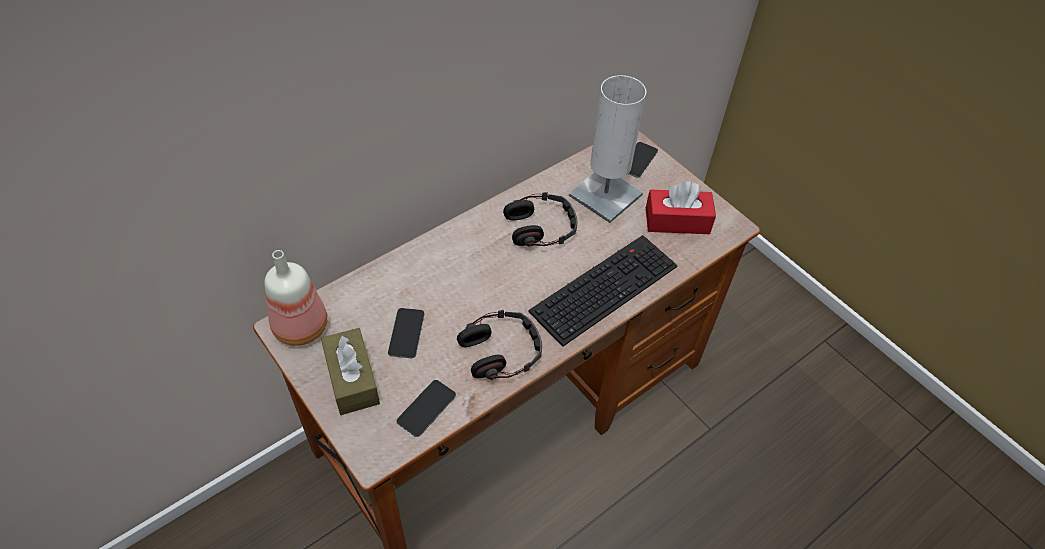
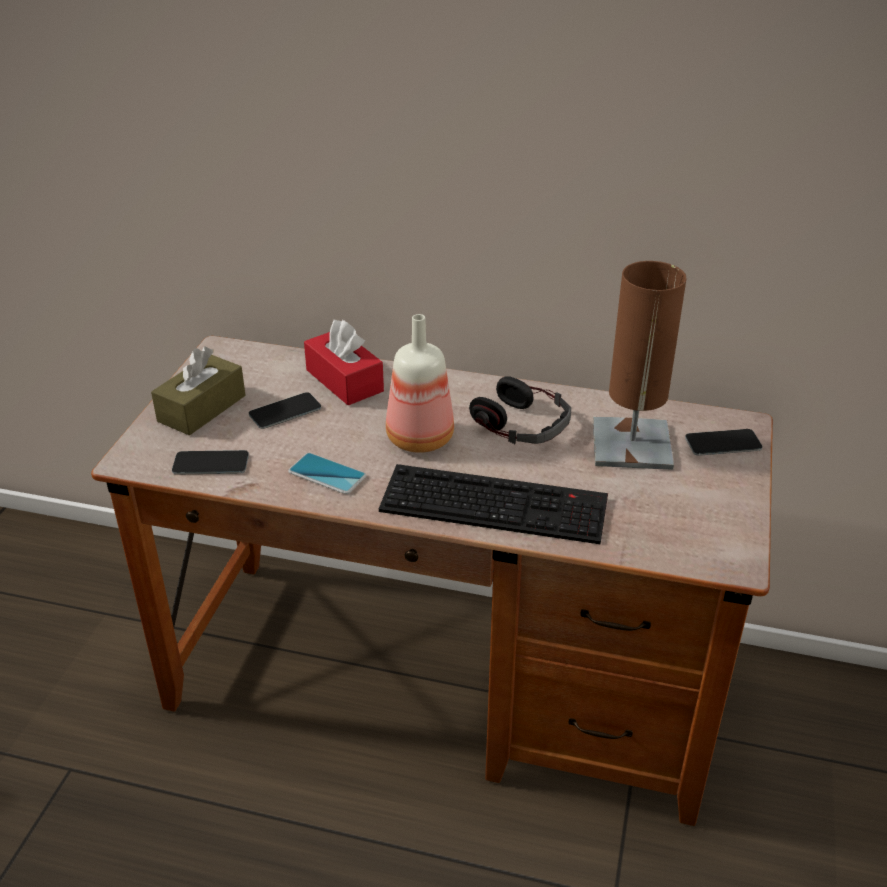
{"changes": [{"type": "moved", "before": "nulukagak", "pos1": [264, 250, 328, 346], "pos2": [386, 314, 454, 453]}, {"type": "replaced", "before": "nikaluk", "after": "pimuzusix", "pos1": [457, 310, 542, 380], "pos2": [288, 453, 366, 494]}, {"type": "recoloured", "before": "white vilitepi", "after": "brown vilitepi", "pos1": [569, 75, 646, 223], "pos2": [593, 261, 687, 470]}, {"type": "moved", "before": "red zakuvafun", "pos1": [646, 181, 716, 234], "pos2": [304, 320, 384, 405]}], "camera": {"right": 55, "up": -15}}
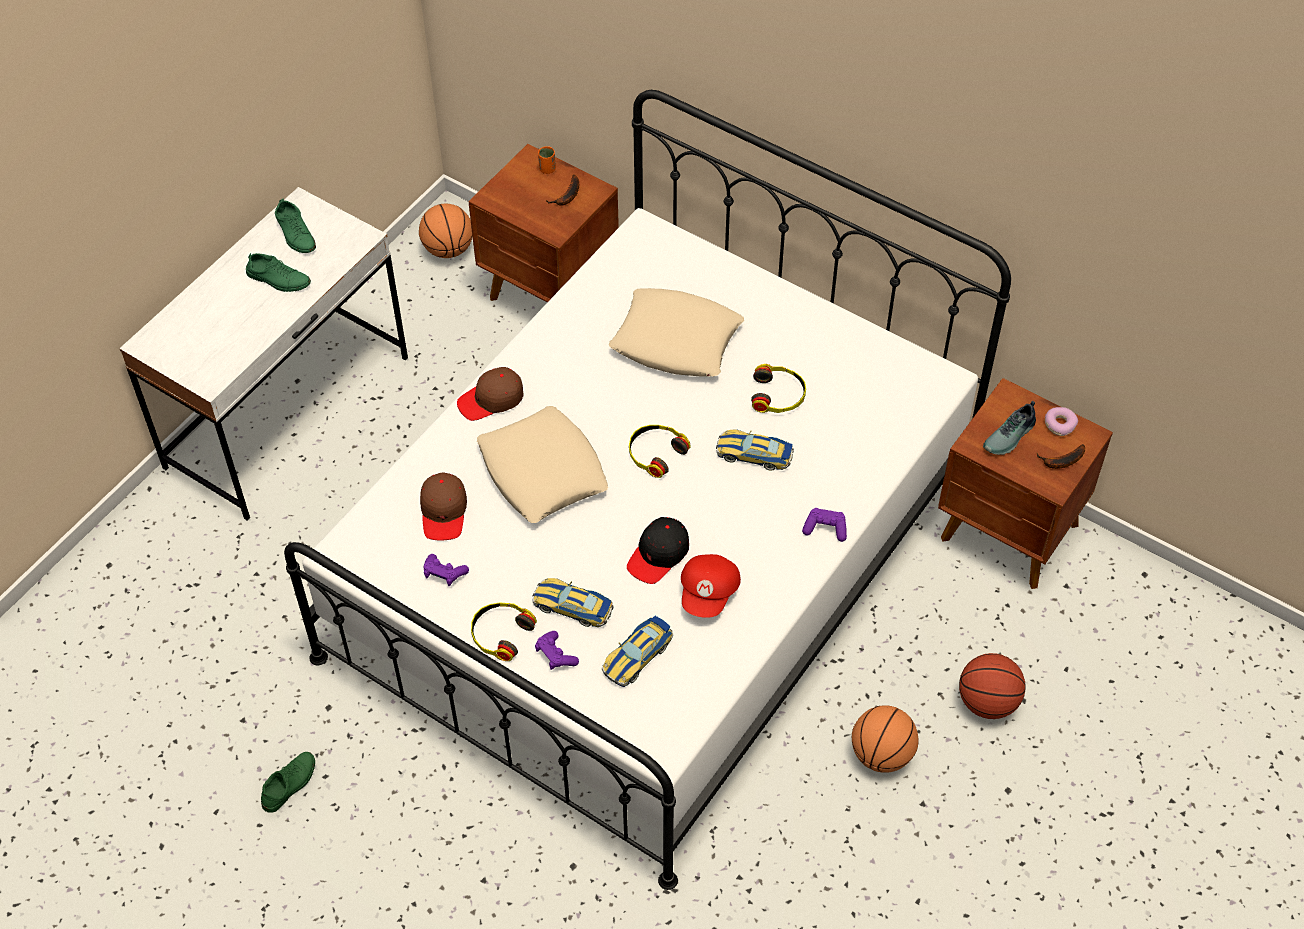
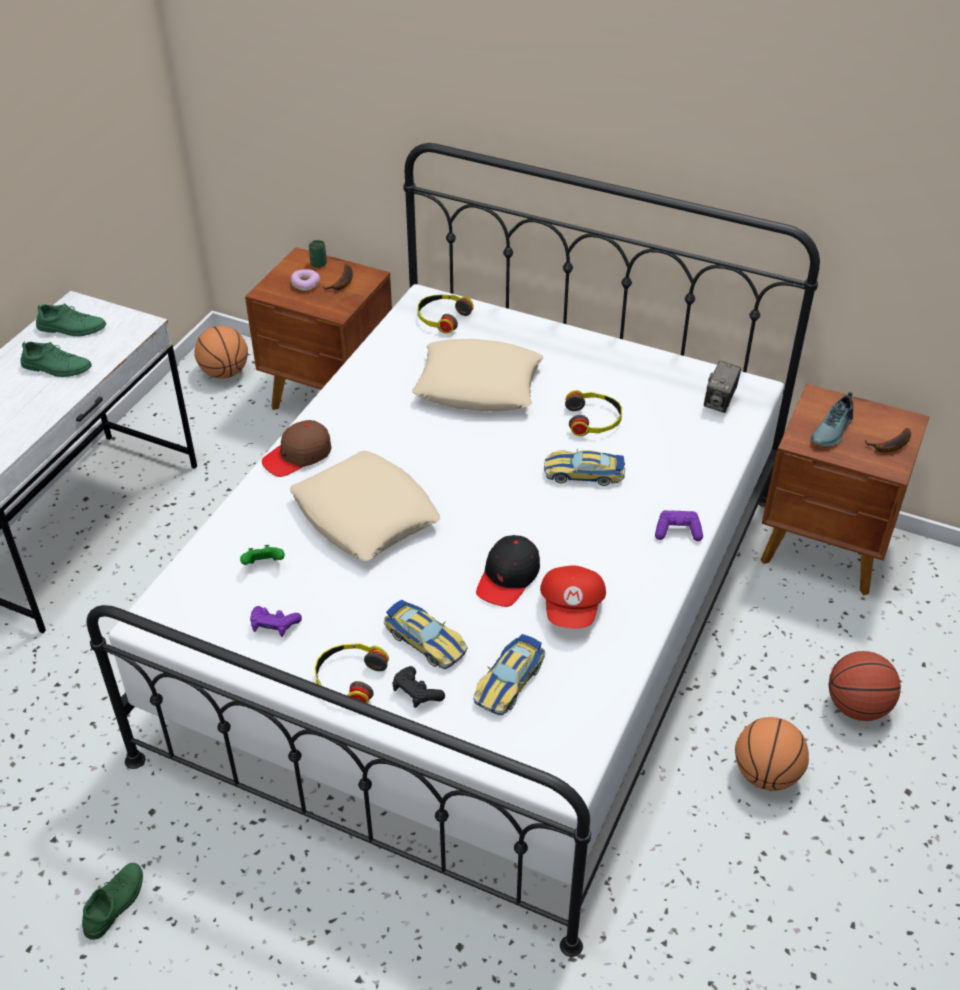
{"changes": [{"type": "turned", "before": "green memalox", "pos1": [275, 198, 316, 253], "pos2": [36, 304, 106, 337], "turn": -45}, {"type": "replaced", "before": "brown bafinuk", "after": "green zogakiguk", "pos1": [420, 472, 467, 540], "pos2": [240, 545, 285, 565]}, {"type": "turned", "before": "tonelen", "pos1": [533, 578, 614, 627], "pos2": [384, 599, 467, 669], "turn": -150}, {"type": "recoloured", "before": "purple zogakiguk", "after": "black zogakiguk", "pos1": [535, 631, 579, 670], "pos2": [392, 666, 445, 708]}, {"type": "recoloured", "before": "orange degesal", "after": "green degesal", "pos1": [538, 146, 556, 174], "pos2": [309, 240, 327, 268]}, {"type": "moved", "before": "nikaluk", "pos1": [629, 425, 691, 478], "pos2": [418, 295, 474, 334]}, {"type": "moved", "before": "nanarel", "pos1": [1045, 407, 1078, 436], "pos2": [291, 269, 320, 291]}, {"type": "added", "after": "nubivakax", "pos2": [704, 360, 741, 413]}], "camera": {"right": -10, "up": -10}}
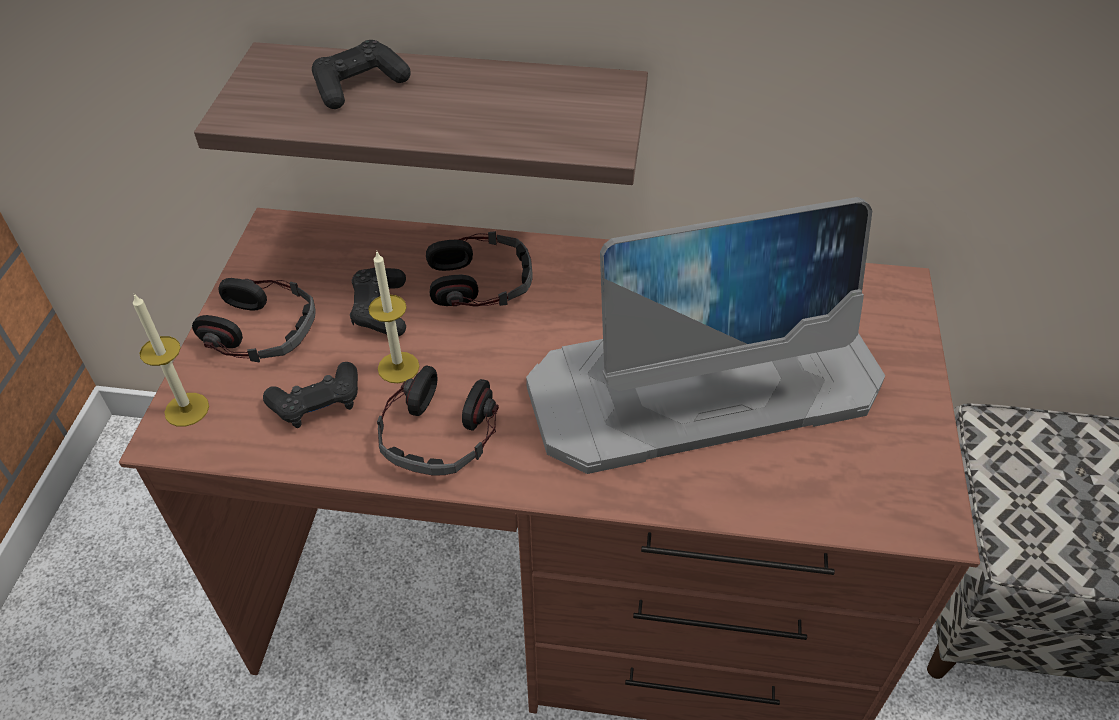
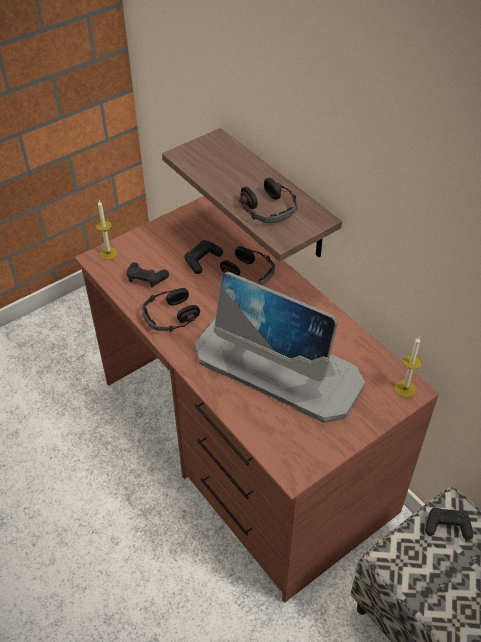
{"changes": [{"type": "moved", "before": "nikaluk", "pos1": [192, 278, 316, 363], "pos2": [239, 178, 297, 223]}, {"type": "moved", "before": "black zogakiguk", "pos1": [312, 40, 411, 109], "pos2": [425, 507, 473, 540]}, {"type": "moved", "before": "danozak", "pos1": [368, 252, 420, 383], "pos2": [395, 337, 422, 398]}], "camera": {"right": 45, "up": 0}}
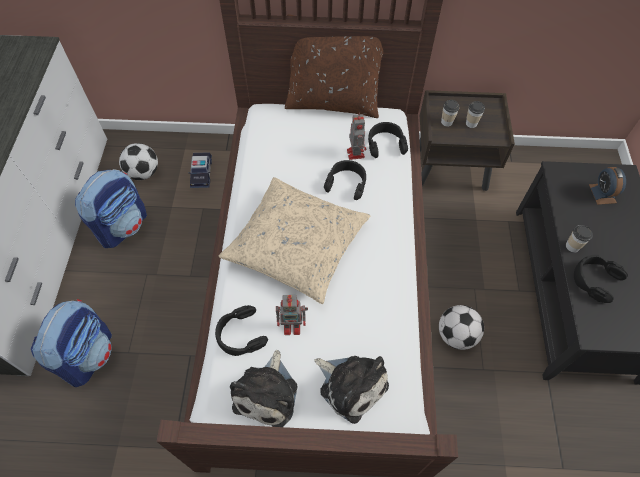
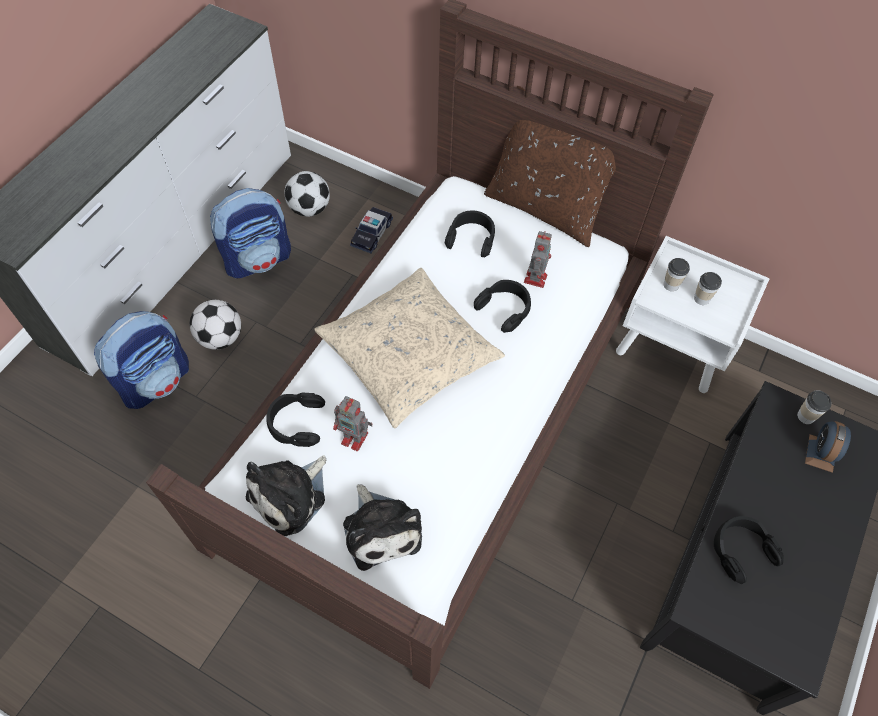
{"changes": [{"type": "moved", "before": "black nikaluk", "pos1": [368, 122, 408, 158], "pos2": [445, 210, 495, 258]}, {"type": "recoloured", "before": "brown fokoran", "after": "white fokoran", "pos1": [419, 90, 515, 191], "pos2": [616, 236, 770, 393]}, {"type": "moved", "before": "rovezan", "pos1": [439, 305, 484, 350], "pos2": [190, 300, 241, 350]}, {"type": "moved", "before": "degesal", "pos1": [566, 225, 593, 253], "pos2": [797, 390, 831, 424]}], "camera": {"right": 25, "up": 0}}
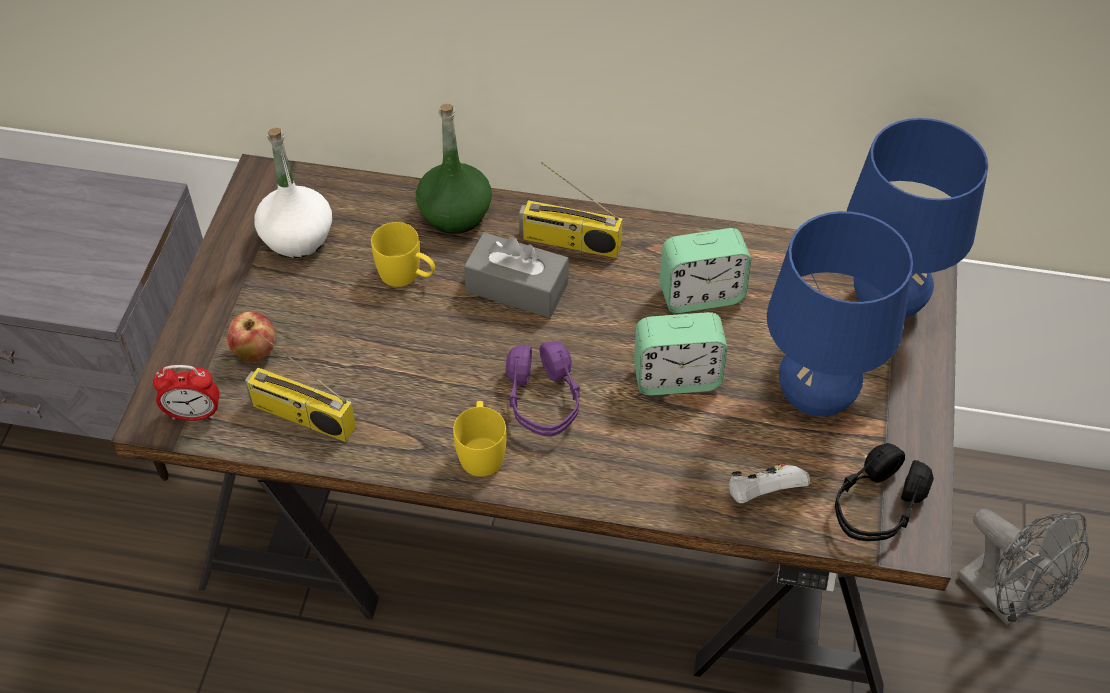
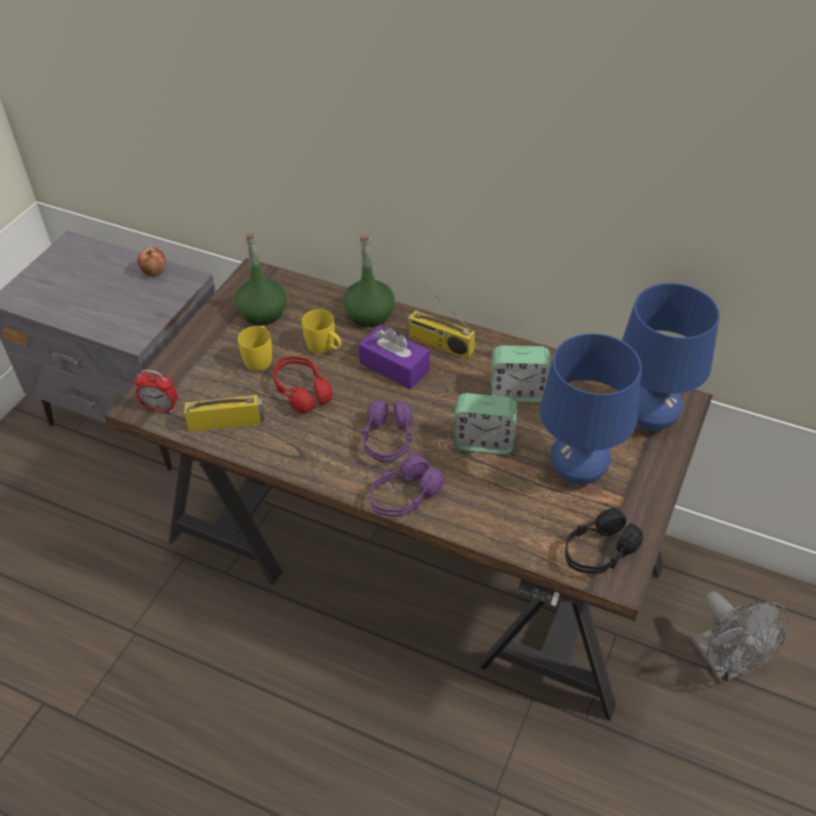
{"changes": [{"type": "moved", "before": "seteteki", "pos1": [227, 311, 275, 362], "pos2": [137, 247, 165, 276]}, {"type": "turned", "before": "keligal", "pos1": [245, 334, 356, 442], "pos2": [184, 373, 265, 432], "turn": 135}, {"type": "recoloured", "before": "white nulukagak", "after": "green nulukagak", "pos1": [254, 127, 332, 258], "pos2": [235, 233, 286, 325]}, {"type": "moved", "before": "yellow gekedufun", "pos1": [453, 401, 507, 477], "pos2": [238, 326, 272, 371]}, {"type": "recoloured", "before": "grey zakuvafun", "after": "purple zakuvafun", "pos1": [464, 232, 569, 318], "pos2": [359, 326, 430, 389]}, {"type": "removed", "before": "white zogakiguk", "pos1": [728, 464, 810, 504]}, {"type": "added", "after": "red nikaluk", "pos2": [273, 356, 333, 414]}, {"type": "added", "after": "purple nikaluk", "pos2": [370, 454, 444, 517]}], "camera": {"right": 15, "up": -5}}
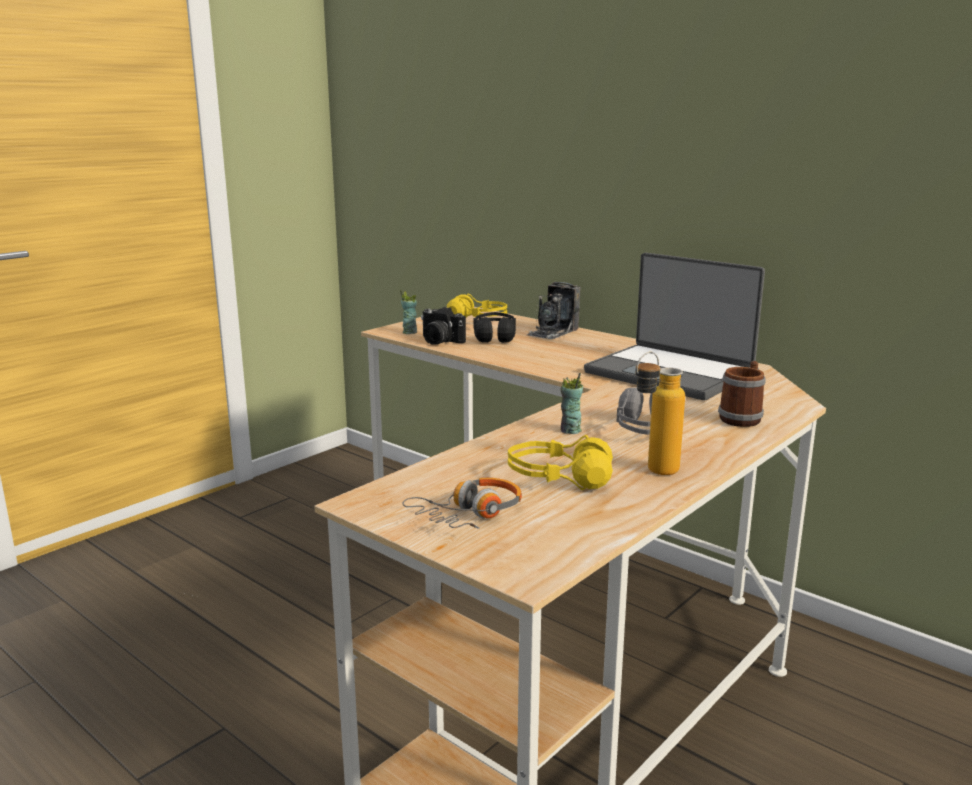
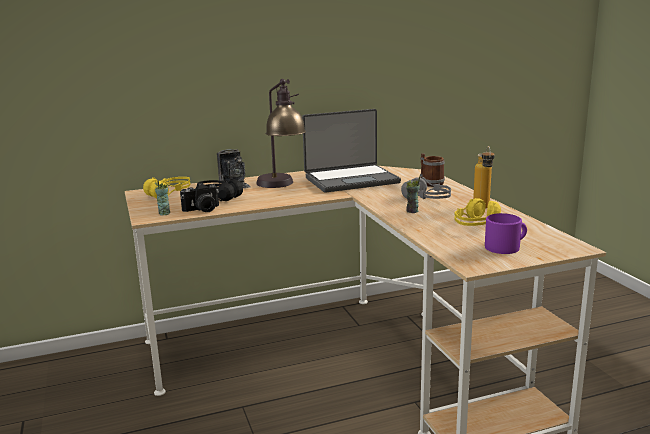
{"changes": [{"type": "replaced", "before": "nikaluk", "after": "purple gekedufun", "pos1": [402, 478, 522, 529], "pos2": [485, 213, 527, 254]}, {"type": "added", "after": "vilitepi", "pos2": [256, 79, 306, 188]}], "camera": {"right": -60, "up": 0}}
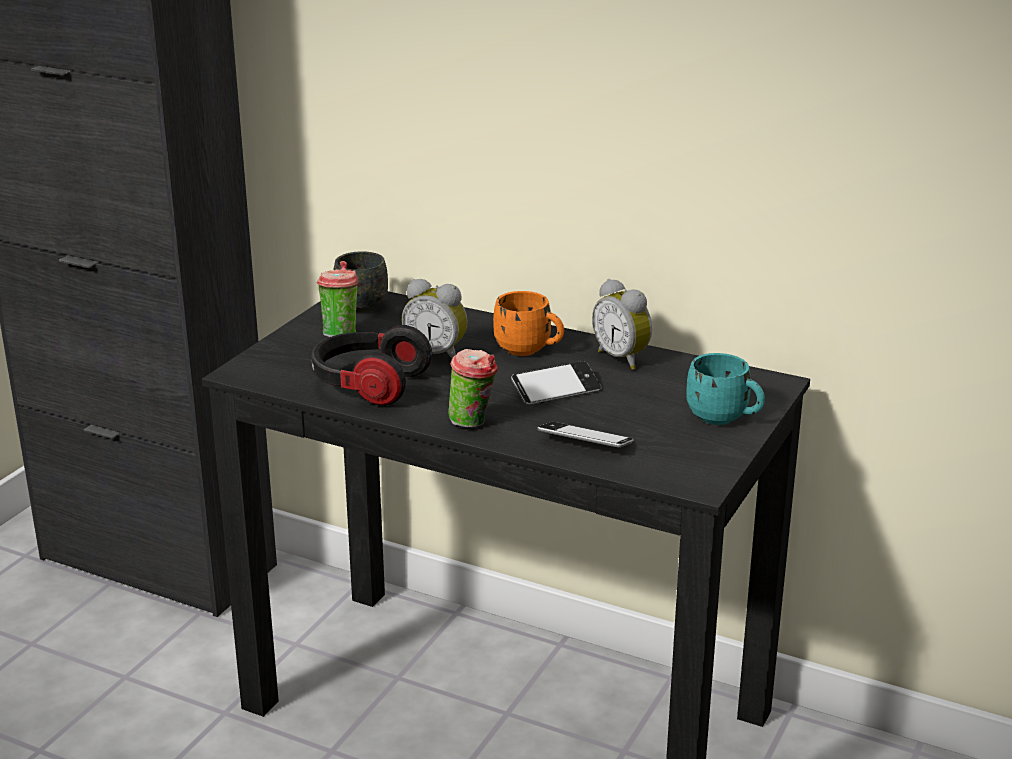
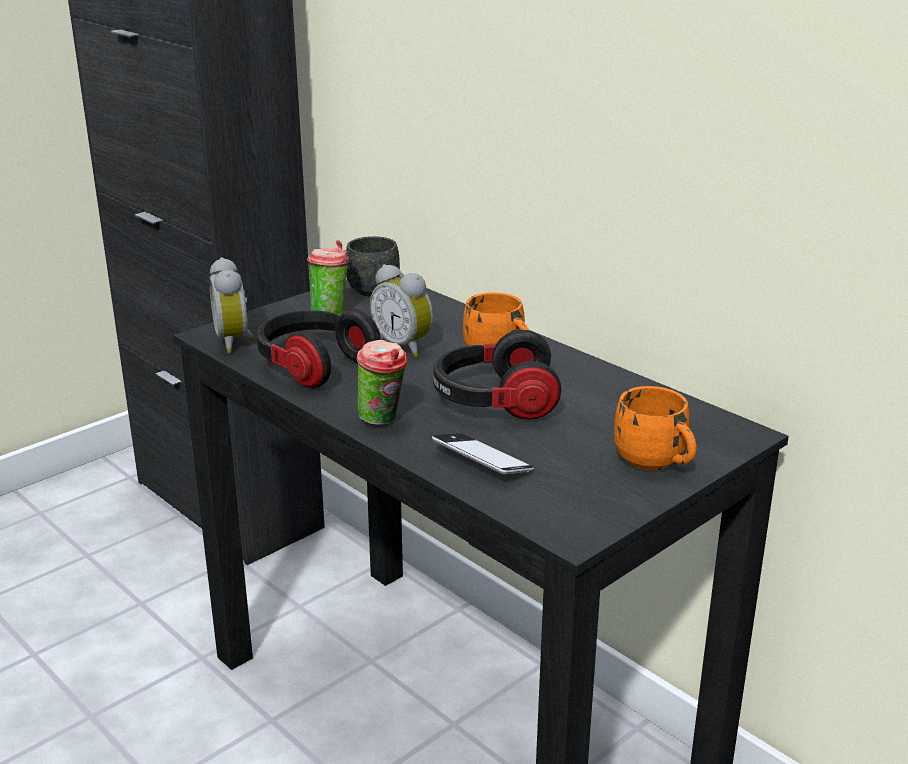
{"changes": [{"type": "replaced", "before": "pimuzusix", "after": "nikaluk", "pos1": [511, 361, 601, 405], "pos2": [433, 330, 561, 420]}, {"type": "moved", "before": "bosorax", "pos1": [592, 279, 652, 370], "pos2": [209, 257, 255, 353]}, {"type": "recoloured", "before": "turquoise gekedufun", "after": "orange gekedufun", "pos1": [687, 353, 765, 425], "pos2": [614, 386, 696, 470]}], "camera": {"right": 20, "up": 0}}
